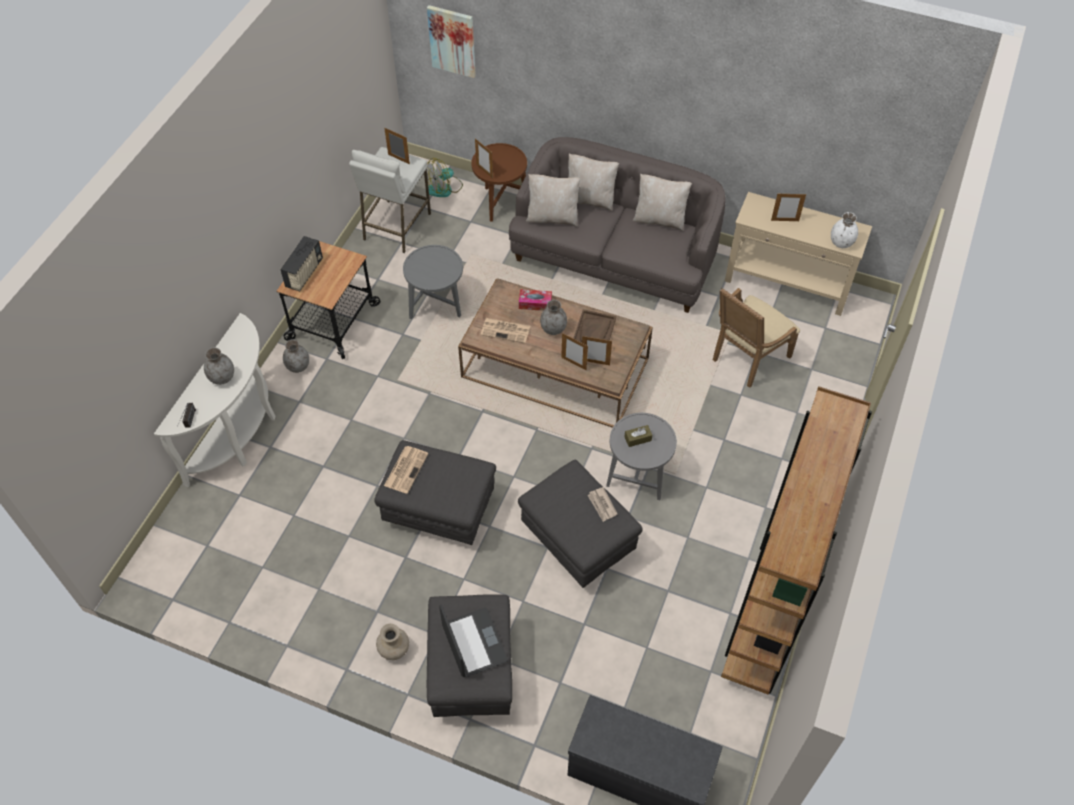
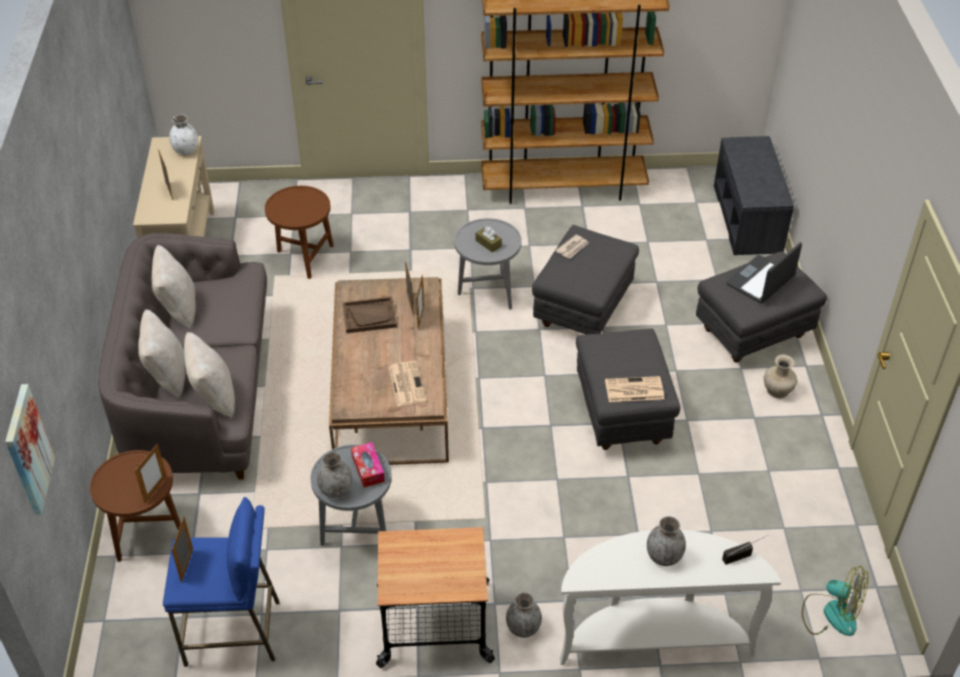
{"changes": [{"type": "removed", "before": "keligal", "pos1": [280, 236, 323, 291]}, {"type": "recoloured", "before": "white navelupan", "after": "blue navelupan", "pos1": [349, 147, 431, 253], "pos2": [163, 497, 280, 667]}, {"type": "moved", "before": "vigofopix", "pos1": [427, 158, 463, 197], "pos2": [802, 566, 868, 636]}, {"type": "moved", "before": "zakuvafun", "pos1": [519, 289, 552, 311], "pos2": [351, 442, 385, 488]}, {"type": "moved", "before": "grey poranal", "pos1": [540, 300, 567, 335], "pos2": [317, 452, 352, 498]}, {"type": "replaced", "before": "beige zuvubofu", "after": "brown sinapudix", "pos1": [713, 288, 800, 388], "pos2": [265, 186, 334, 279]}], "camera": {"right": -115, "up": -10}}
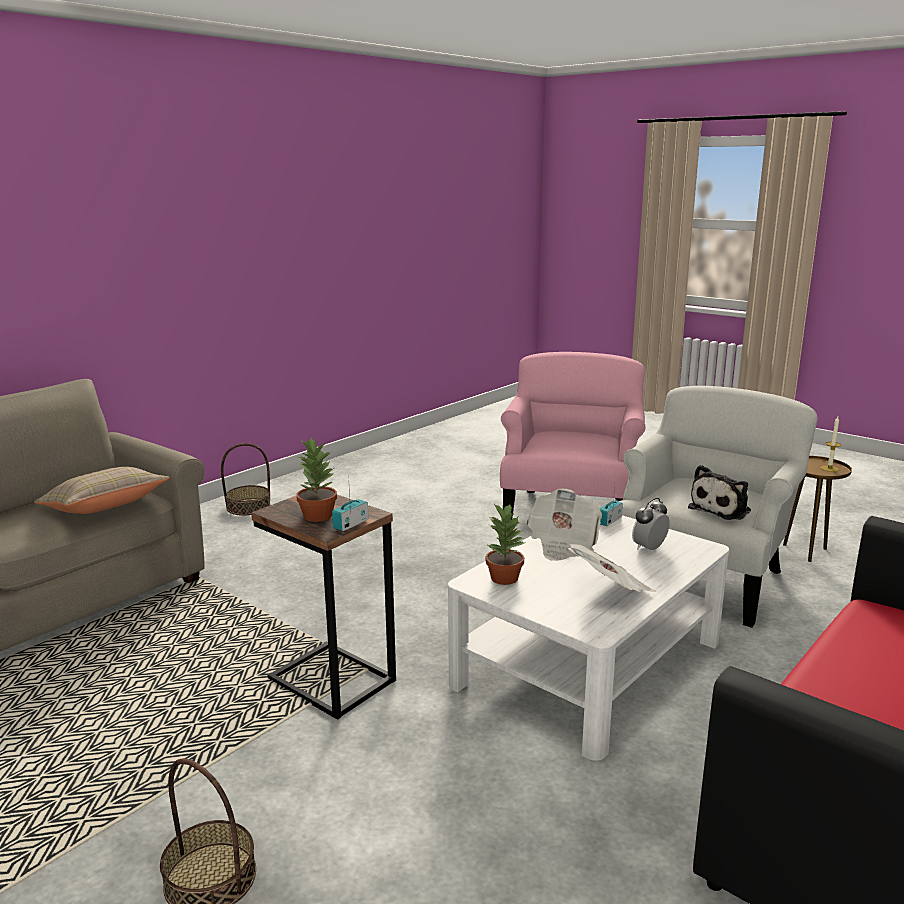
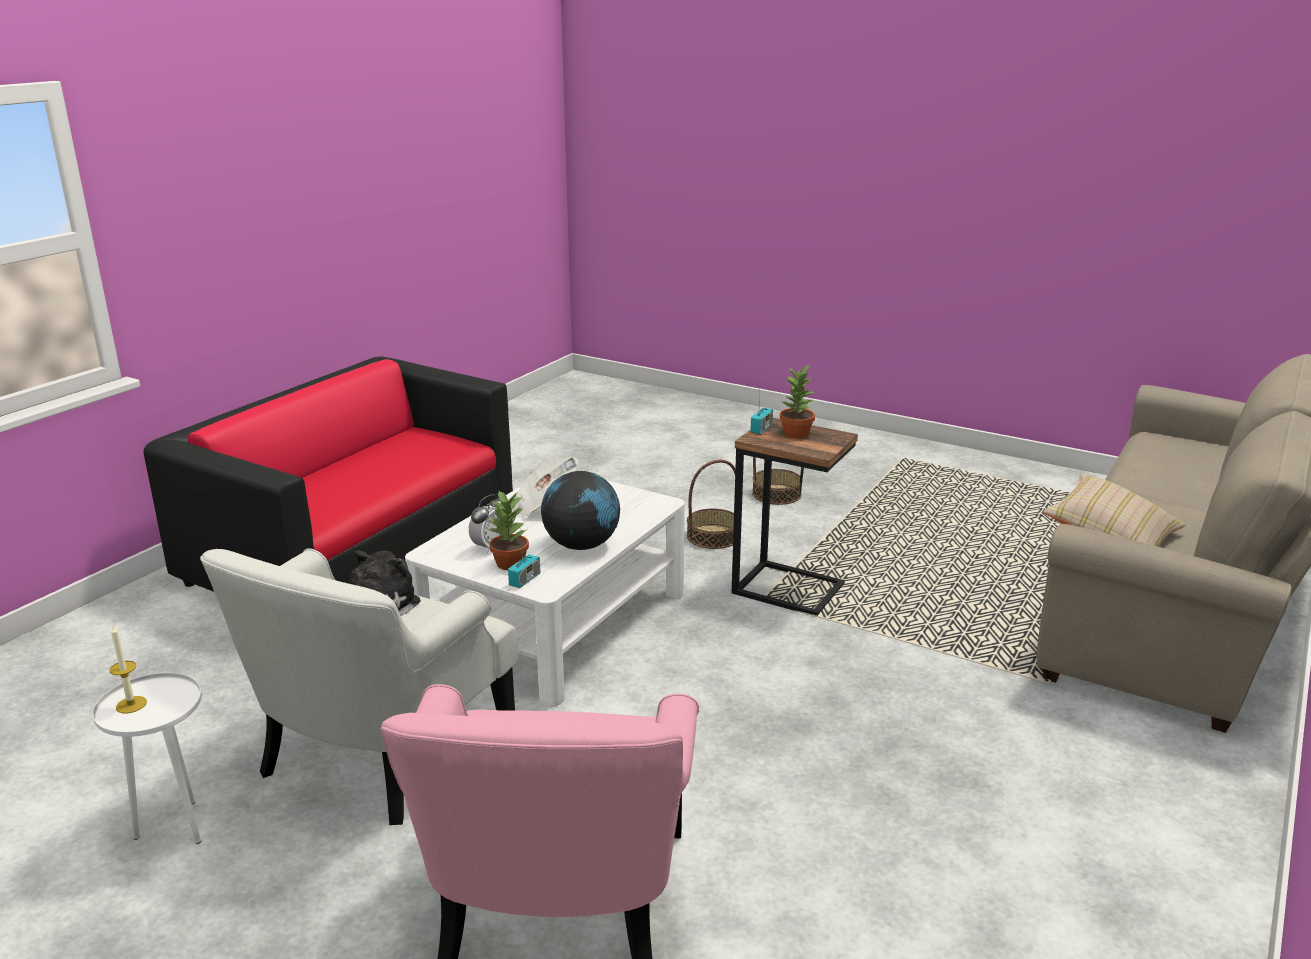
{"changes": [{"type": "moved", "before": "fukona", "pos1": [221, 443, 271, 516], "pos2": [687, 460, 735, 549]}, {"type": "moved", "before": "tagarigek", "pos1": [486, 504, 526, 585], "pos2": [487, 491, 529, 570]}, {"type": "replaced", "before": "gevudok", "after": "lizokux", "pos1": [527, 488, 602, 561], "pos2": [541, 471, 620, 550]}, {"type": "recoloured", "before": "brown sinapudix", "after": "white sinapudix", "pos1": [783, 456, 852, 562], "pos2": [92, 673, 202, 844]}], "camera": {"right": 170, "up": 5}}
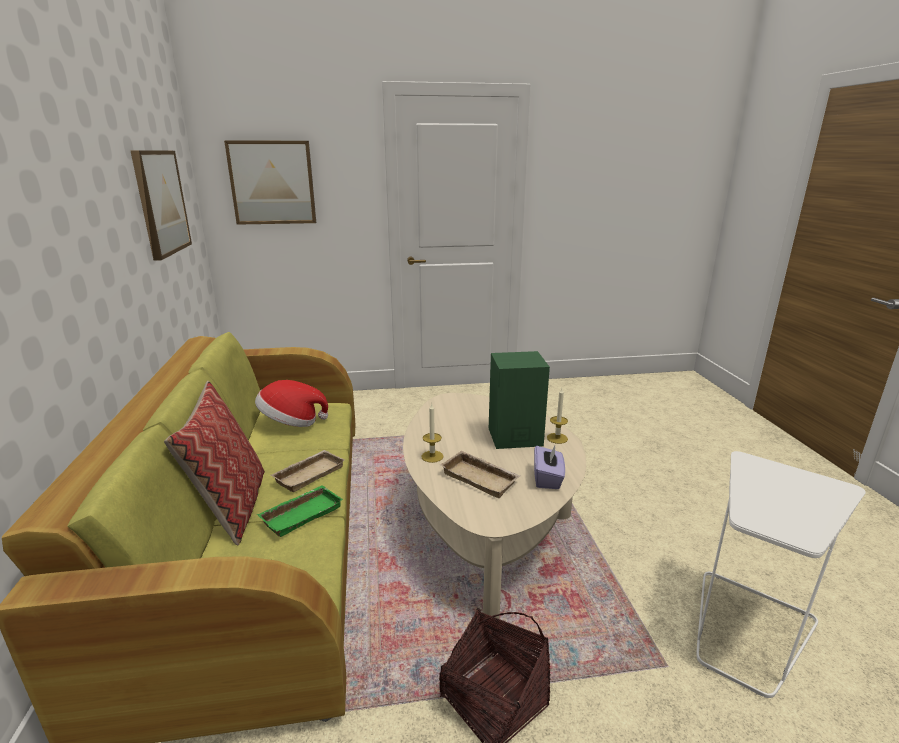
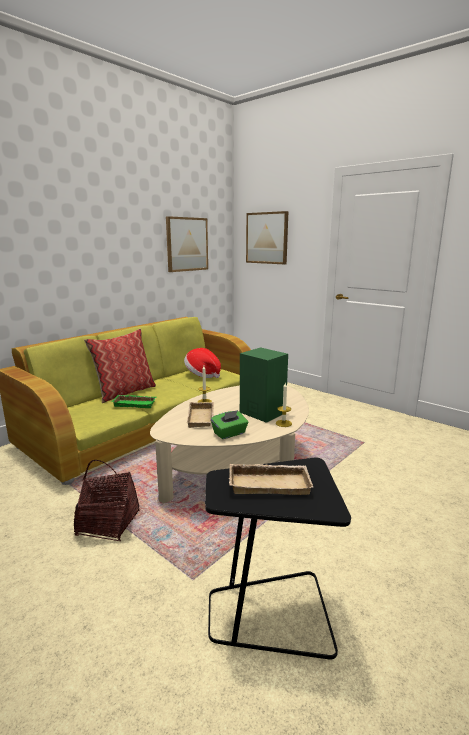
{"changes": [{"type": "moved", "before": "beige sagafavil", "pos1": [271, 450, 345, 492], "pos2": [229, 464, 314, 495]}, {"type": "recoloured", "before": "purple zakuvafun", "after": "green zakuvafun", "pos1": [534, 444, 565, 489], "pos2": [211, 410, 248, 439]}, {"type": "recoloured", "before": "white sinapudix", "after": "black sinapudix", "pos1": [697, 451, 866, 698], "pos2": [205, 458, 351, 659]}], "camera": {"right": 50, "up": -5}}
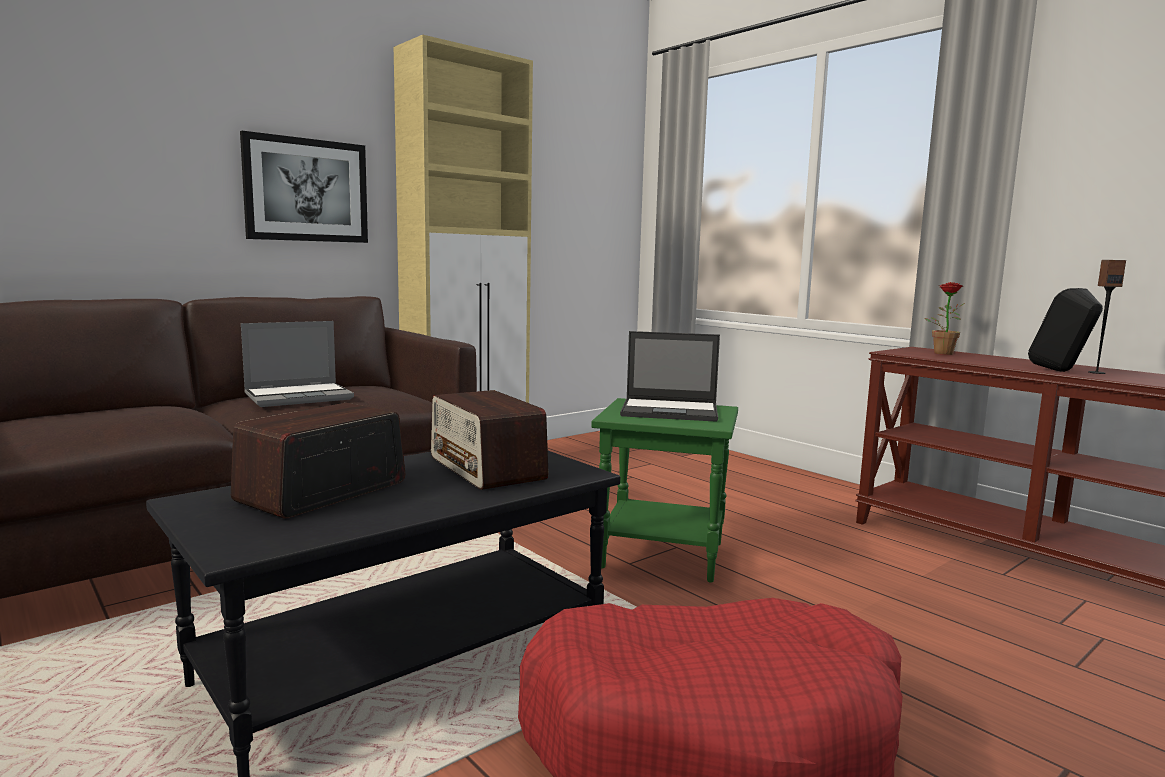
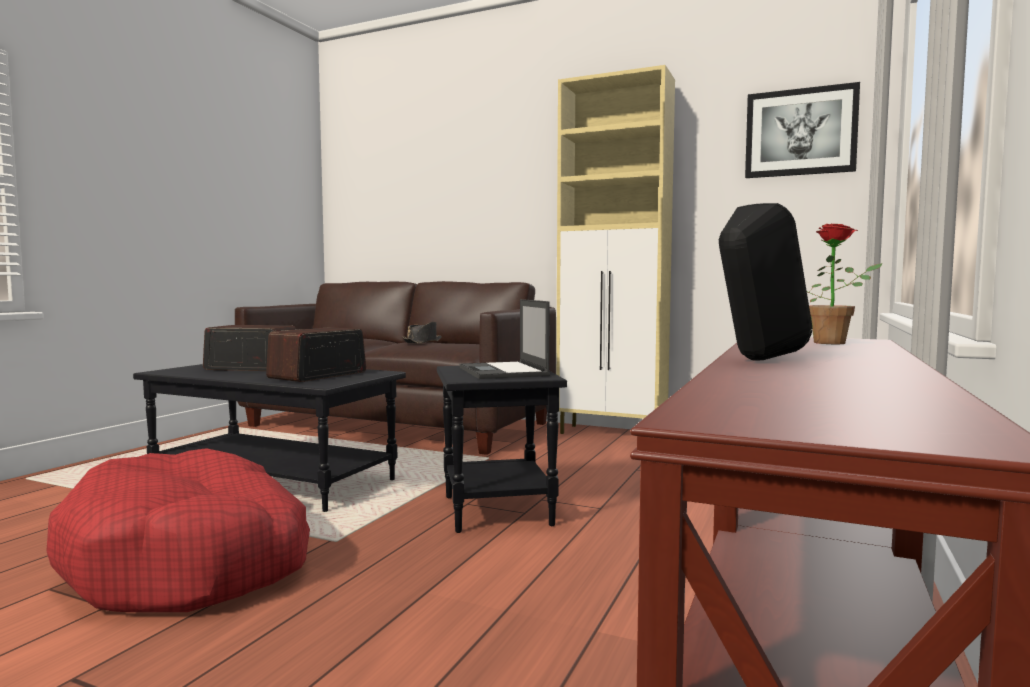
{"changes": [{"type": "moved", "before": "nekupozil", "pos1": [240, 131, 368, 243], "pos2": [745, 82, 860, 178]}, {"type": "replaced", "before": "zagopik", "after": "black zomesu", "pos1": [241, 321, 354, 407], "pos2": [403, 322, 442, 344]}, {"type": "recoloured", "before": "green sinapudix", "after": "black sinapudix", "pos1": [591, 398, 738, 583], "pos2": [437, 366, 567, 533]}, {"type": "removed", "before": "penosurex", "pos1": [1088, 260, 1126, 374]}], "camera": {"right": 65, "up": -5}}
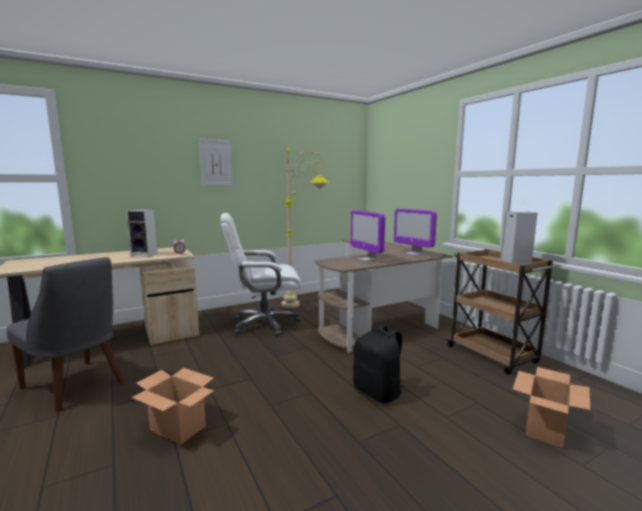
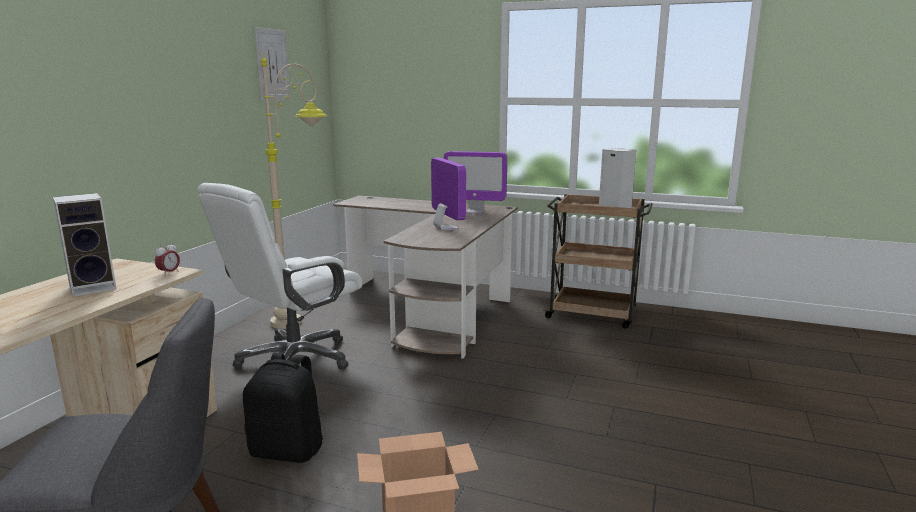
{"changes": [{"type": "moved", "before": "nekupozil", "pos1": [199, 139, 233, 186], "pos2": [255, 27, 290, 100]}, {"type": "turned", "before": "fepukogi", "pos1": [350, 210, 385, 261], "pos2": [431, 158, 466, 231], "turn": -135}, {"type": "moved", "before": "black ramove", "pos1": [353, 325, 404, 403], "pos2": [243, 353, 323, 463]}, {"type": "removed", "before": "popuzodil", "pos1": [513, 367, 590, 448]}], "camera": {"right": -40, "up": 5}}
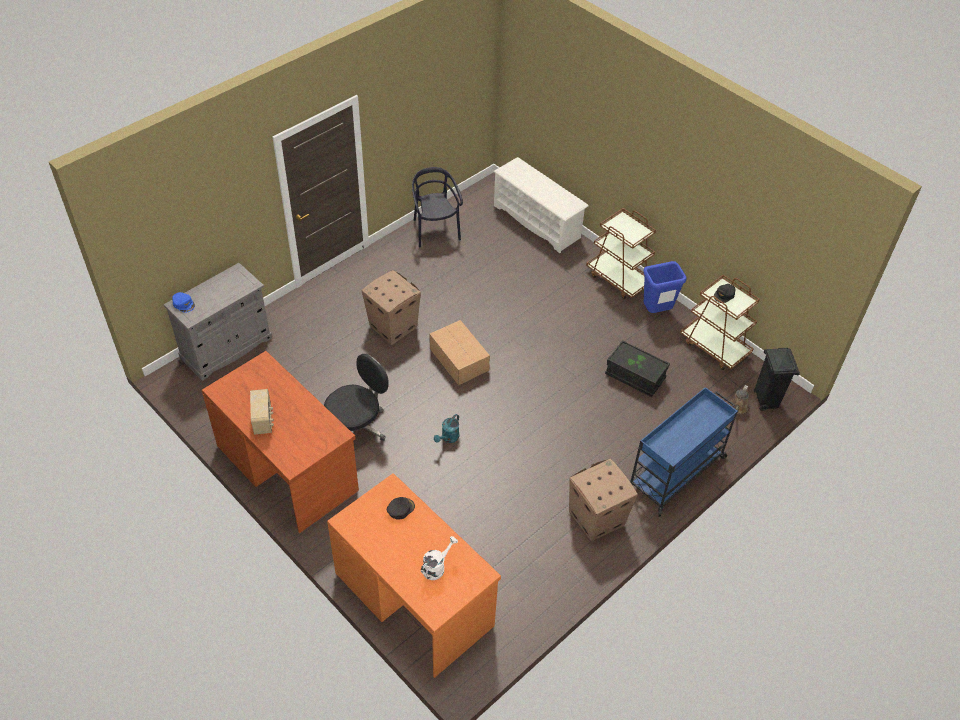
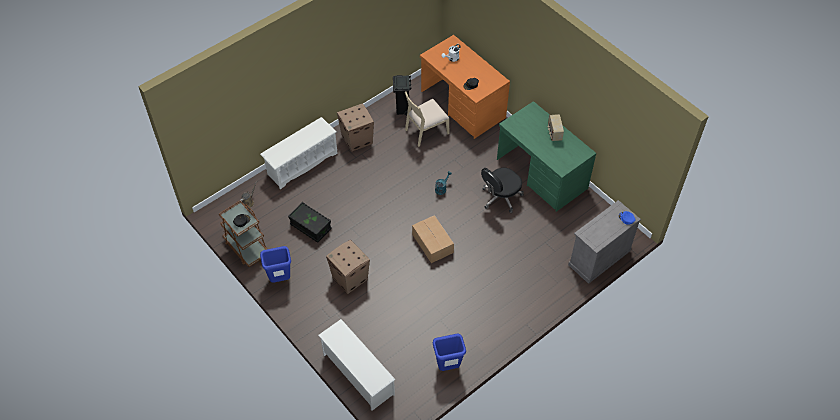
{"changes": [{"type": "recoloured", "before": "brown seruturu", "after": "green seruturu", "pos1": [202, 351, 359, 533], "pos2": [497, 101, 597, 212]}, {"type": "moved", "before": "popuzodil", "pos1": [361, 270, 421, 345], "pos2": [326, 240, 370, 294]}, {"type": "replaced", "before": "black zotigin", "after": "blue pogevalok", "pos1": [412, 167, 463, 247], "pos2": [433, 334, 466, 371]}, {"type": "removed", "before": "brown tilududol", "pos1": [586, 208, 656, 299]}, {"type": "replaced", "before": "blue tilududol", "after": "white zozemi", "pos1": [630, 387, 738, 517], "pos2": [260, 117, 338, 189]}, {"type": "moved", "before": "black pogevalok", "pos1": [754, 348, 800, 411], "pos2": [393, 75, 411, 115]}, {"type": "added", "after": "beige zotigin", "pos2": [405, 91, 450, 147]}], "camera": {"right": -175, "up": 5}}
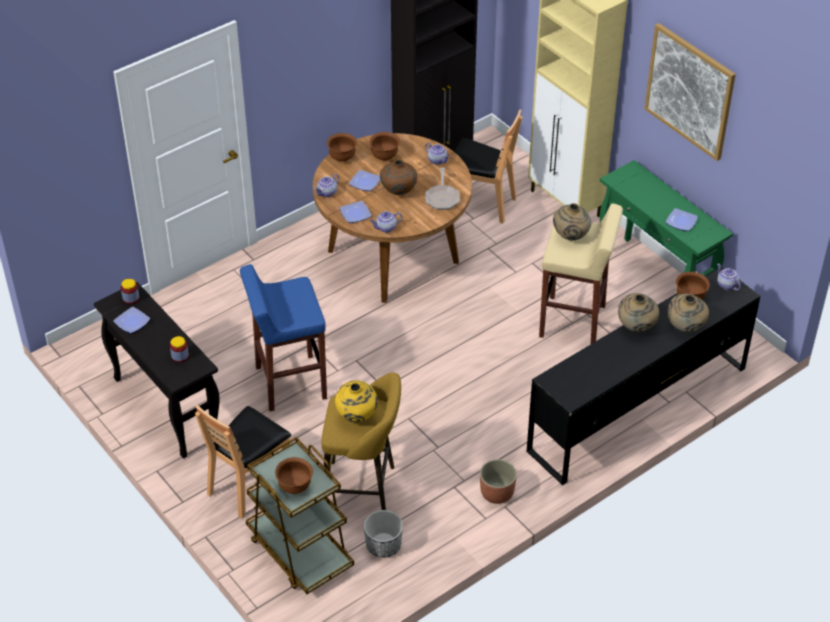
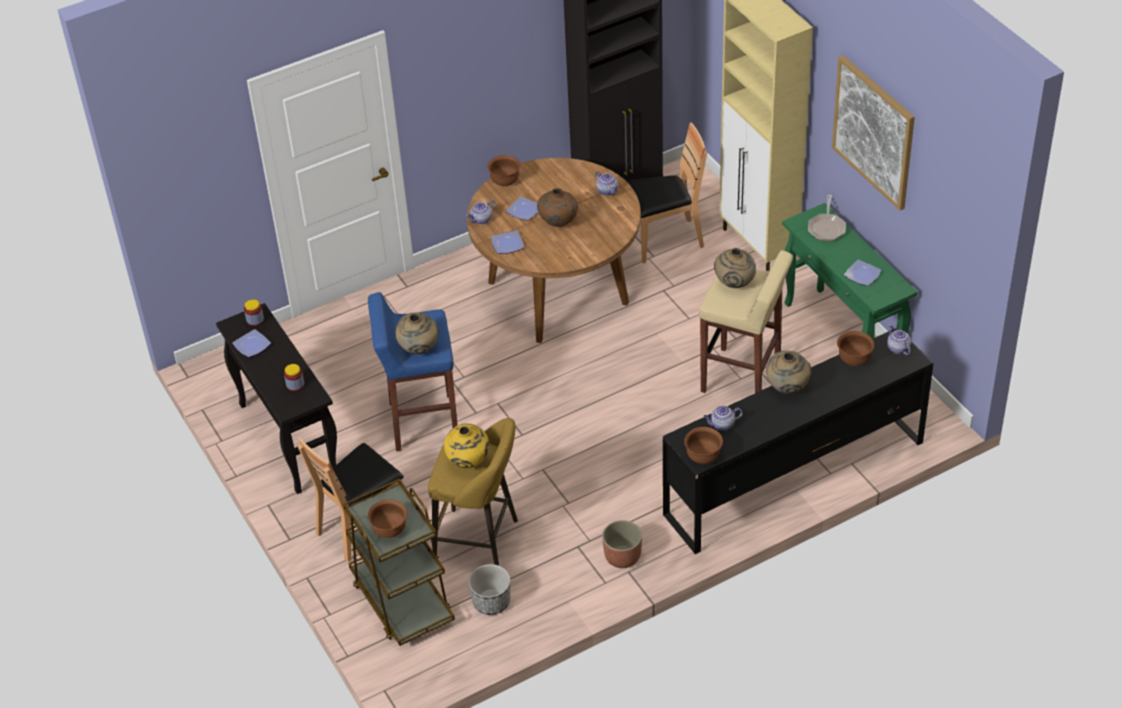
{"changes": [{"type": "moved", "before": "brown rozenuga", "pos1": [369, 132, 400, 161], "pos2": [684, 427, 723, 464]}, {"type": "moved", "before": "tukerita", "pos1": [370, 211, 402, 233], "pos2": [704, 406, 742, 431]}, {"type": "moved", "before": "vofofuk", "pos1": [426, 168, 459, 210], "pos2": [808, 194, 846, 241]}, {"type": "turned", "before": "brown zotigin", "pos1": [454, 109, 523, 224], "pos2": [626, 123, 707, 263], "turn": -45}, {"type": "moved", "before": "beige poranal", "pos1": [668, 294, 709, 333], "pos2": [395, 312, 439, 354]}], "camera": {"right": 10, "up": 0}}
